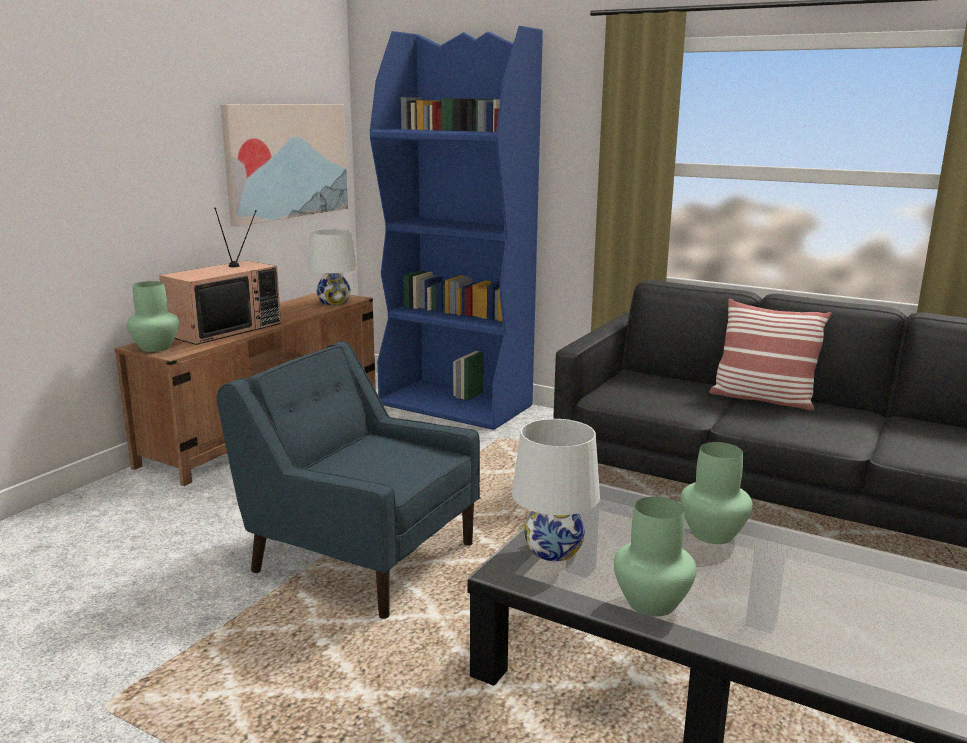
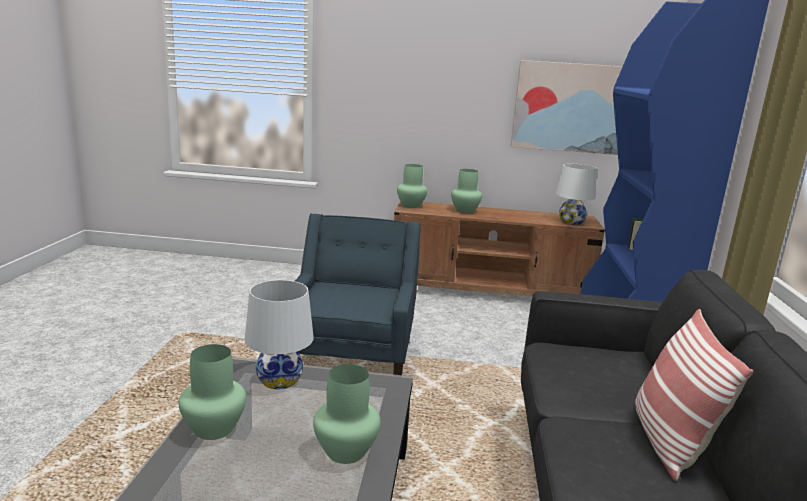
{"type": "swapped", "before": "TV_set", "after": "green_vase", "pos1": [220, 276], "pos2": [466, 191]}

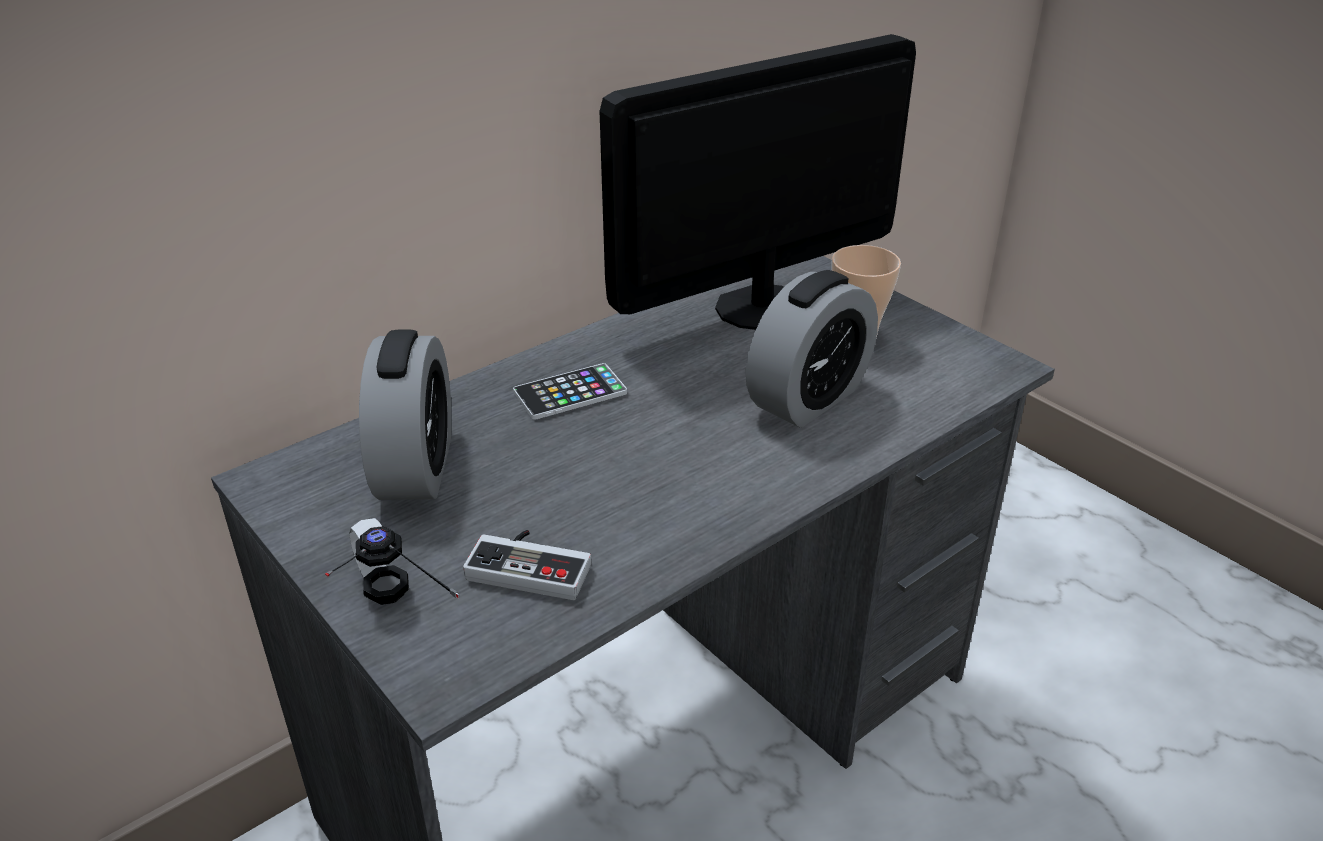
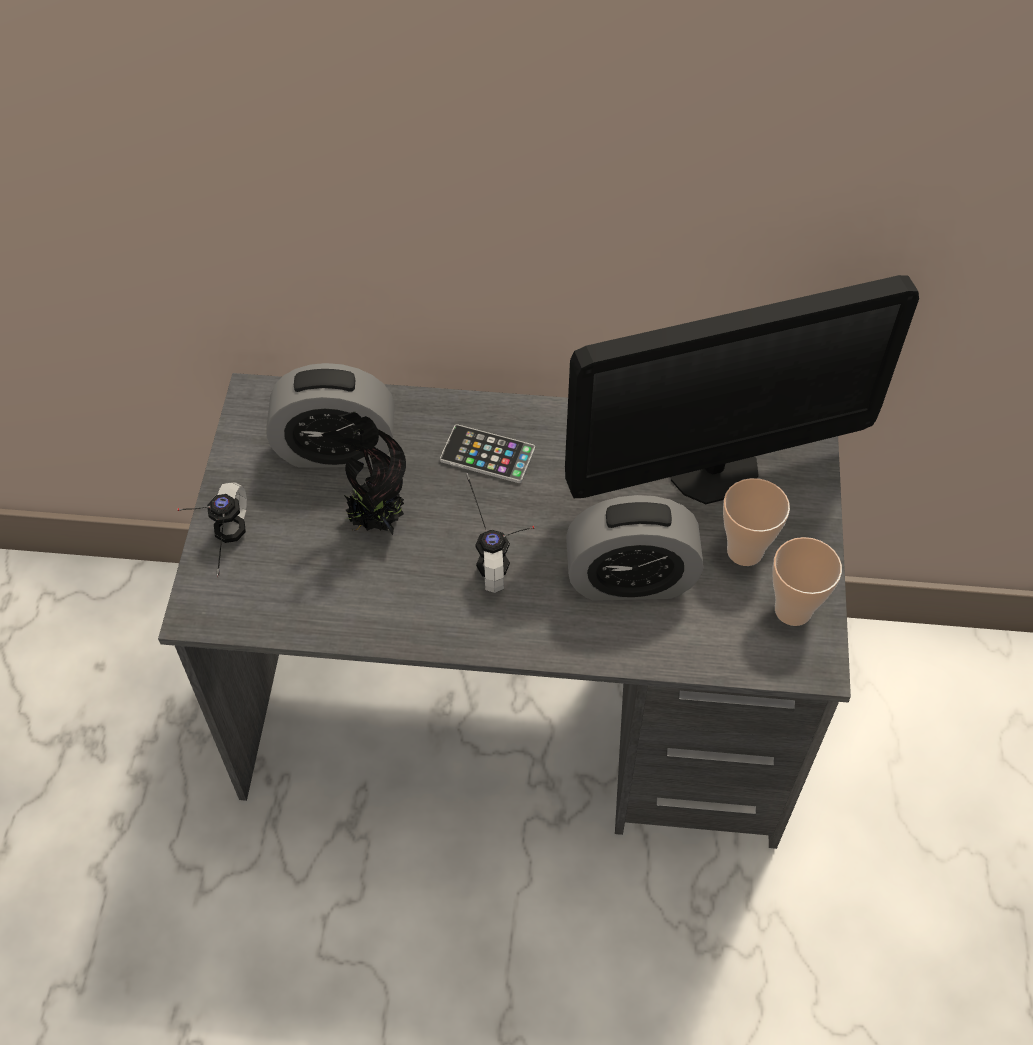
{"type": "rotated", "before": "monitor", "pos1": [757, 182], "pos2": [742, 389], "turn": 150}
{"type": "rotated", "before": "bedside_clock", "pos1": [405, 415], "pos2": [330, 415], "turn": 45}
{"type": "gone", "before": "joypad", "pos1": [527, 564]}
{"type": "new", "after": "potted_plant", "pos2": [363, 473]}
{"type": "new", "after": "pair_of_headphones", "pos2": [500, 533]}
{"type": "new", "after": "drinking_cup", "pos2": [807, 581]}

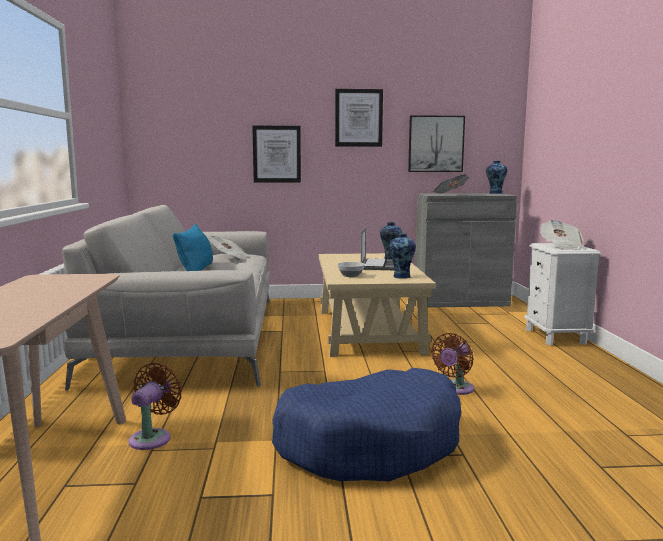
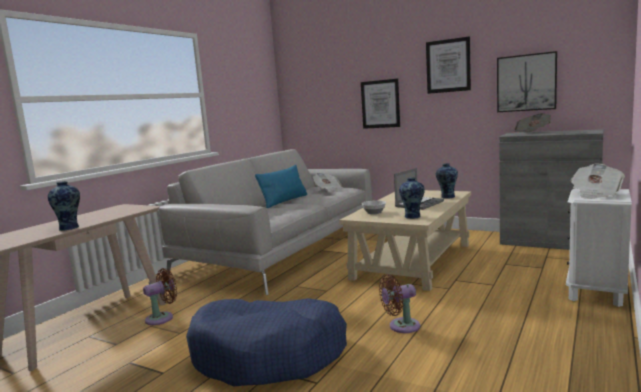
{"type": "shifted", "before": "vase", "pos1": [496, 177], "pos2": [64, 206]}

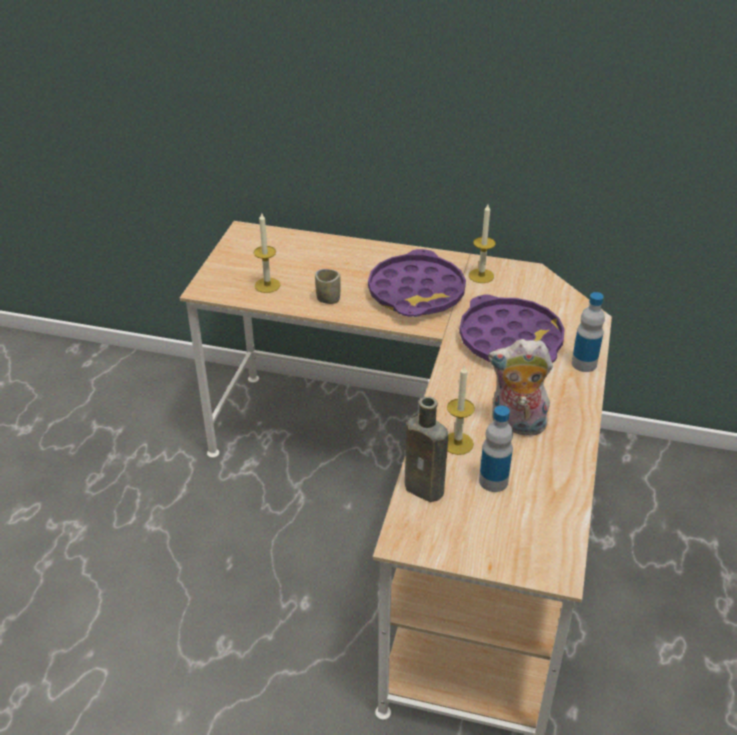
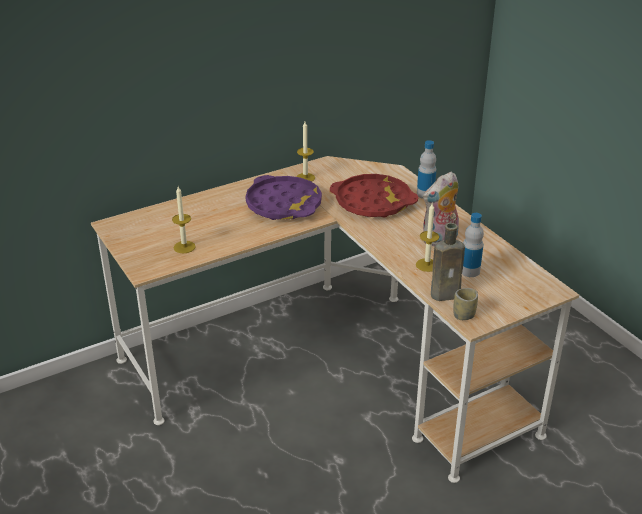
{"type": "shifted", "before": "drinking_cup", "pos1": [328, 286], "pos2": [466, 304]}
{"type": "repainted", "before": "purple-coloured_serving_tray", "after": "red_serving_tray", "pos1": [512, 329], "pos2": [374, 195]}

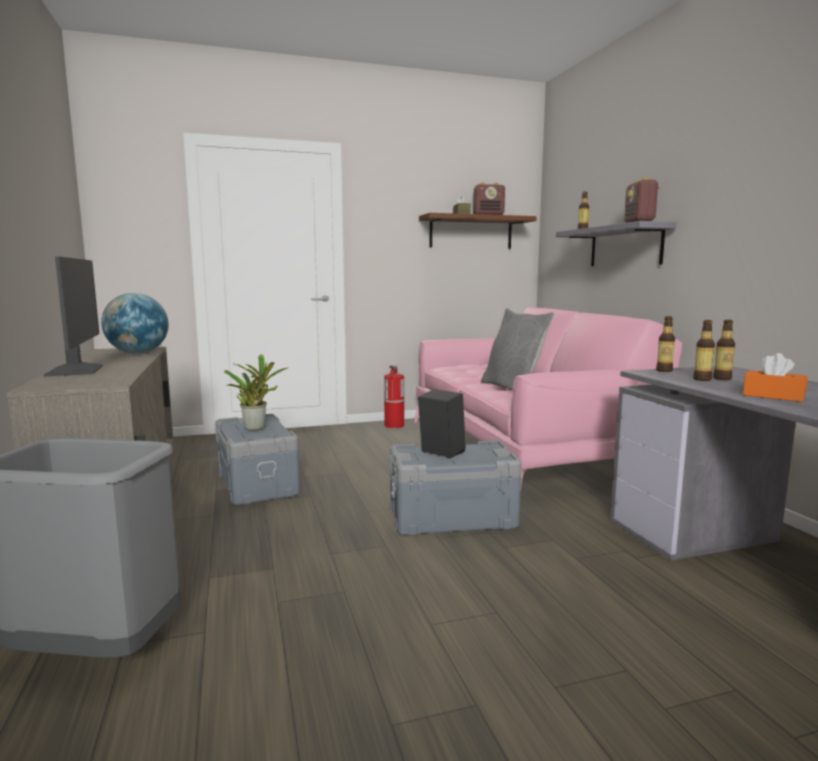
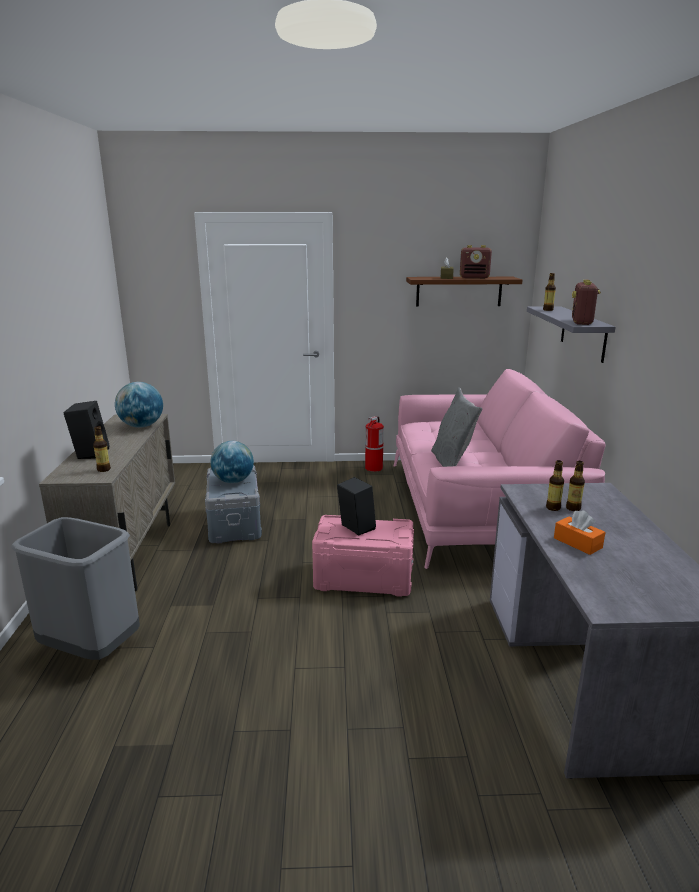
{"type": "swapped", "before": "monitor", "after": "black_loudspeaker", "pos1": [73, 316], "pos2": [86, 430]}
{"type": "shifted", "before": "drink_bottle", "pos1": [665, 344], "pos2": [102, 449]}
{"type": "swapped", "before": "potted_plant", "after": "world_globe", "pos1": [256, 392], "pos2": [232, 462]}
{"type": "repainted", "before": "greyish_storage_bin", "after": "pink-coloured_storage_bin", "pos1": [456, 488], "pos2": [363, 556]}

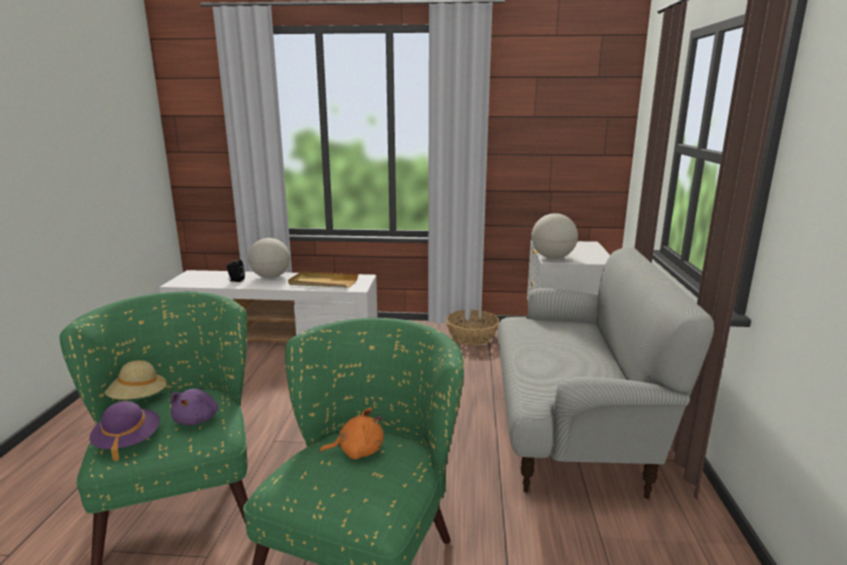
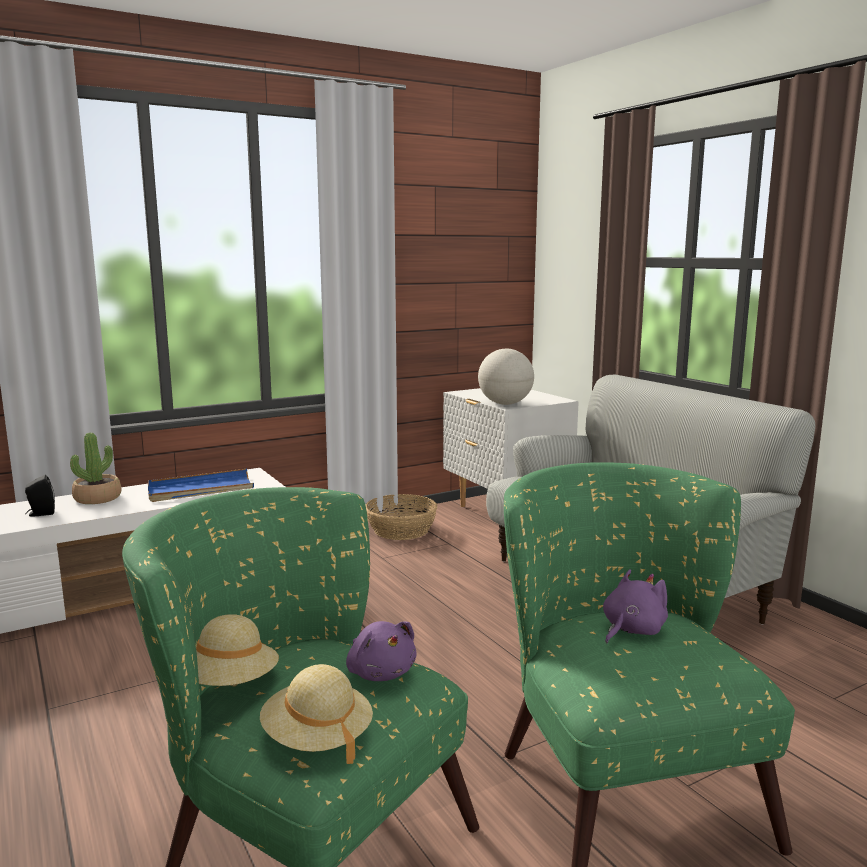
{"type": "swapped", "before": "world_globe", "after": "potted_plant", "pos1": [269, 258], "pos2": [95, 468]}
{"type": "repainted", "before": "sand-coloured_serving_tray", "after": "blue-coloured_serving_tray", "pos1": [323, 279], "pos2": [201, 485]}
{"type": "repainted", "before": "purple-coloured_hat", "after": "sand-coloured_hat", "pos1": [125, 431], "pos2": [316, 714]}
{"type": "repainted", "before": "orangey_plush_toy", "after": "purple-coloured_plush_toy", "pos1": [351, 433], "pos2": [635, 606]}

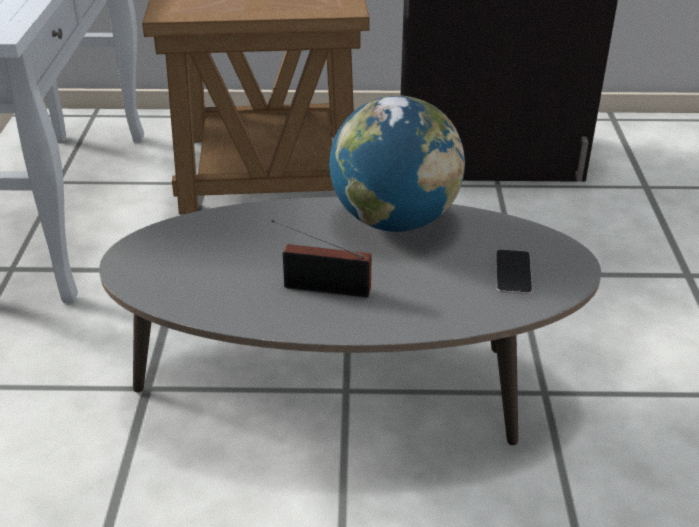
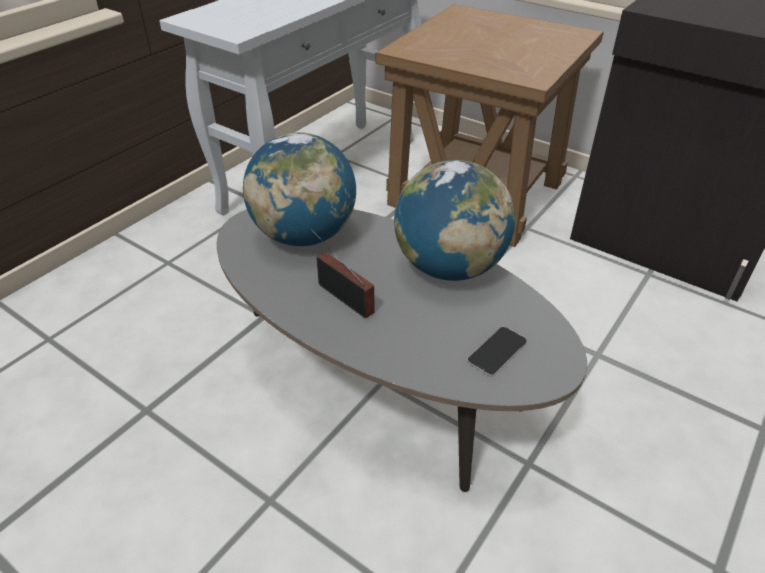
{"type": "new", "after": "world_globe", "pos2": [299, 189]}

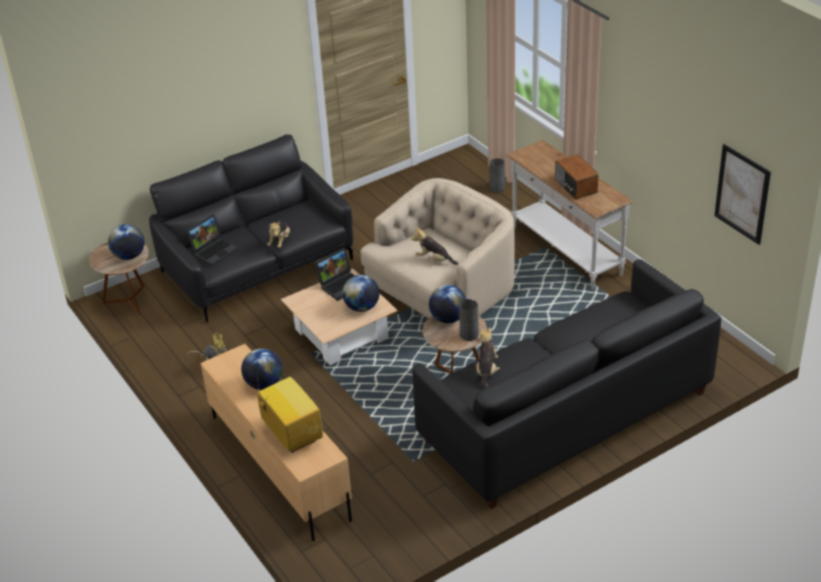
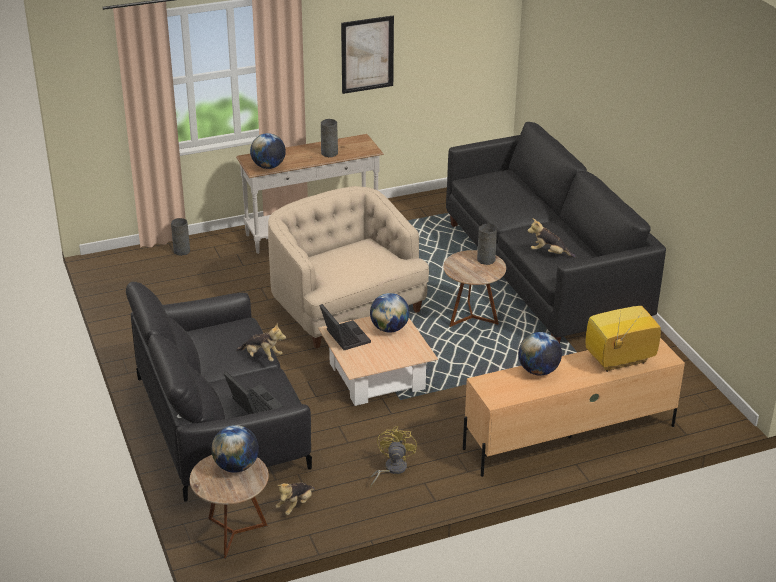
{"type": "shifted", "before": "picture", "pos1": [742, 194], "pos2": [367, 55]}
{"type": "swapped", "before": "radio", "after": "greyish_vase", "pos1": [576, 177], "pos2": [329, 138]}
{"type": "shifted", "before": "plush_toy", "pos1": [434, 246], "pos2": [295, 498]}
{"type": "shifted", "before": "world_globe", "pos1": [448, 304], "pos2": [268, 151]}

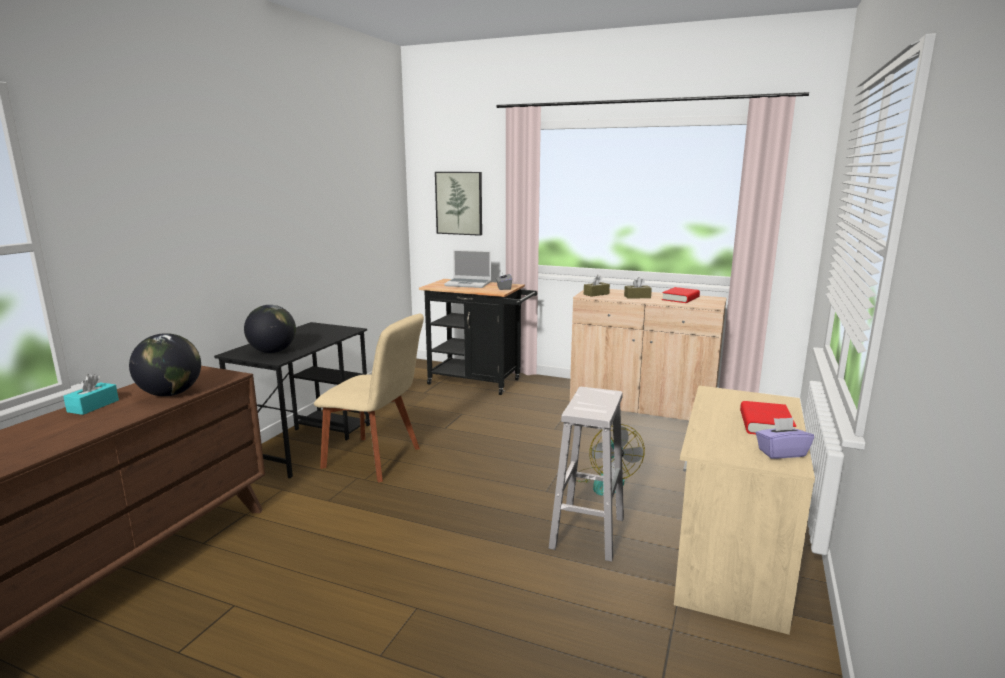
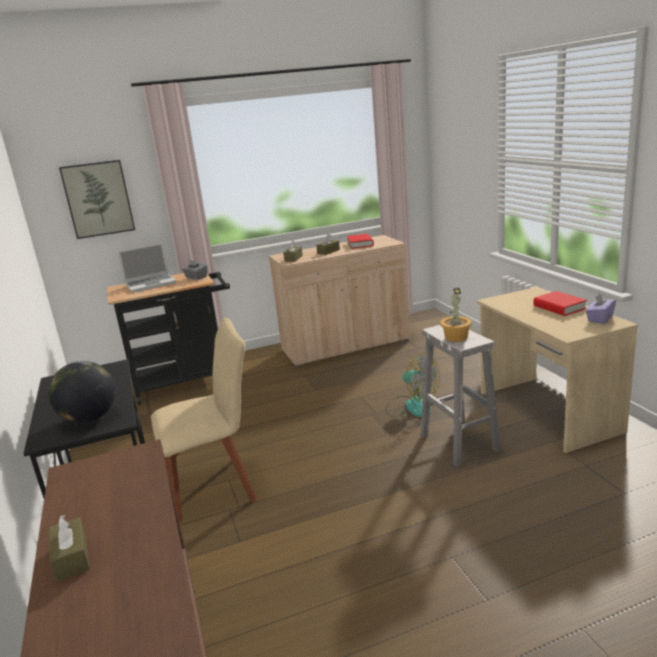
{"type": "gone", "before": "world_globe", "pos1": [165, 364]}
{"type": "repainted", "before": "turquoise-coloured_tissue_box", "after": "brown_tissue_box", "pos1": [91, 394], "pos2": [69, 548]}
{"type": "new", "after": "potted_plant", "pos2": [456, 315]}

